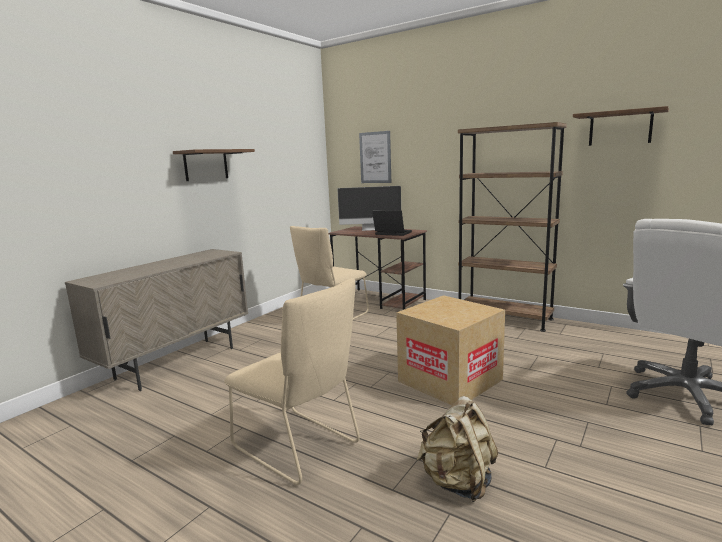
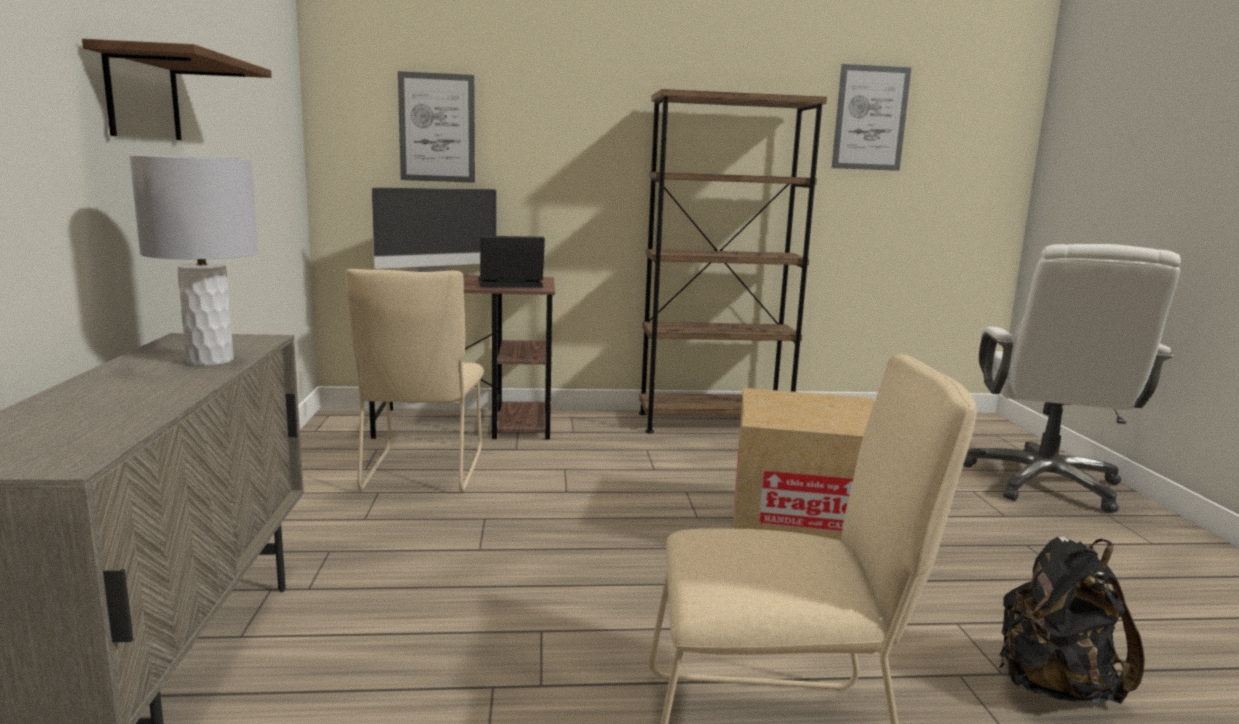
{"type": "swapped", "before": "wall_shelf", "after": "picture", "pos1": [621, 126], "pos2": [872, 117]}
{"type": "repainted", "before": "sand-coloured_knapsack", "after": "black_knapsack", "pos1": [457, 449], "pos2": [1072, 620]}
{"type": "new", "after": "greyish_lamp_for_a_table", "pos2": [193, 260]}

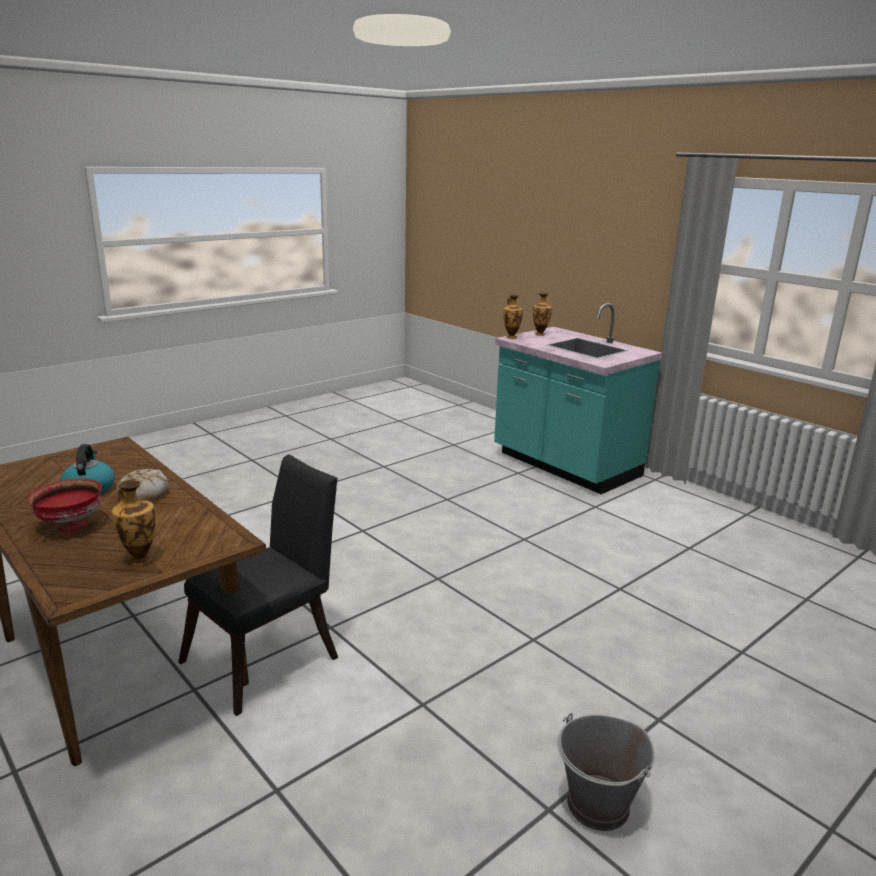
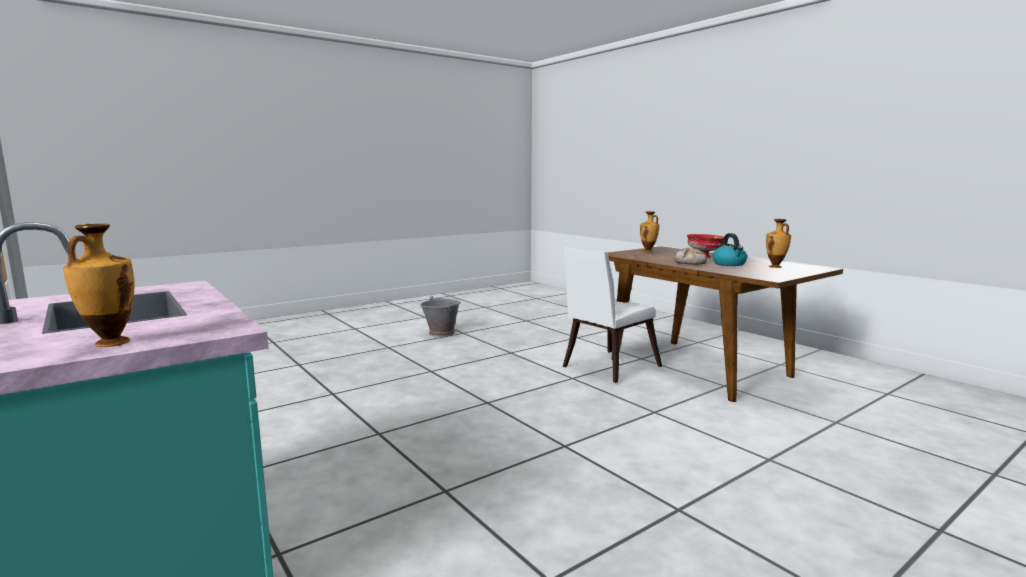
{"type": "shifted", "before": "vase", "pos1": [513, 317], "pos2": [778, 243]}
{"type": "repainted", "before": "black_upright_chair", "after": "white-coloured_upright_chair", "pos1": [258, 585], "pos2": [612, 315]}

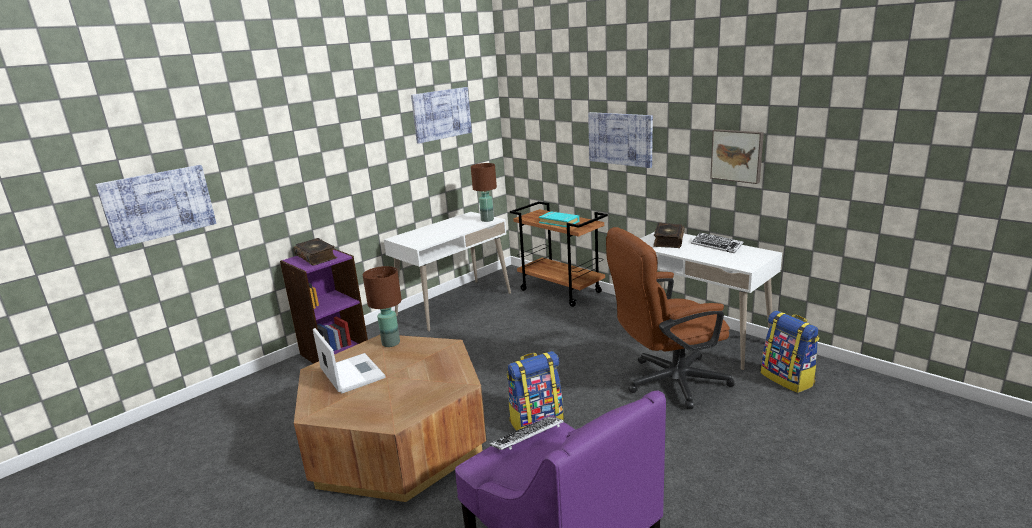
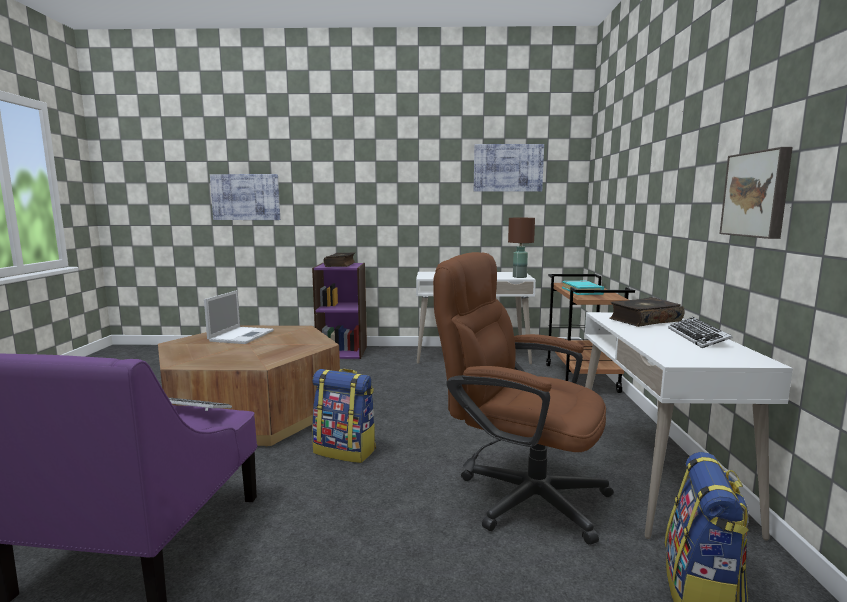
{"type": "gone", "before": "picture", "pos1": [620, 140]}
{"type": "gone", "before": "brown_lamp_for_a_table", "pos1": [382, 306]}

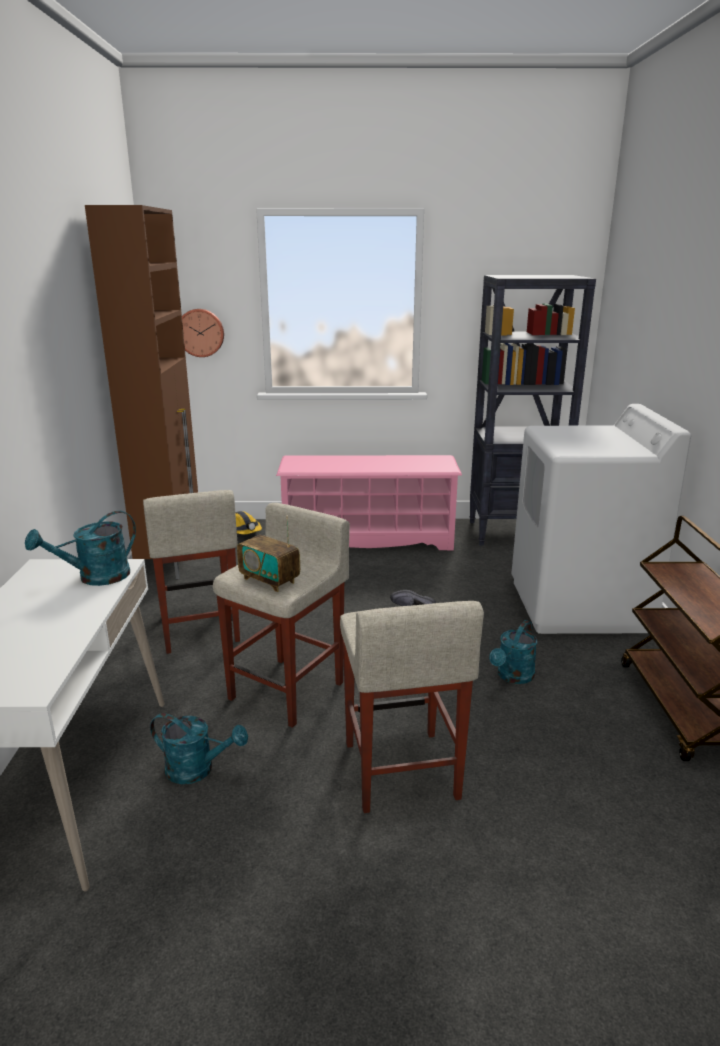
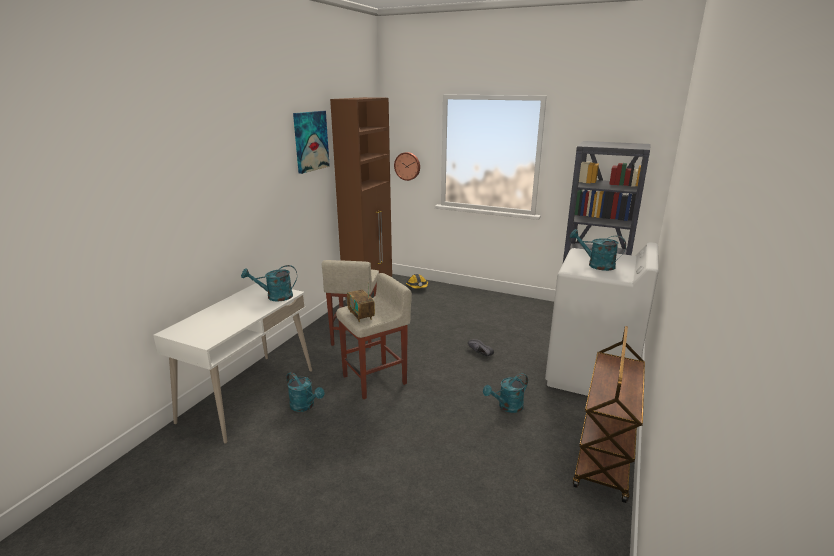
{"type": "gone", "before": "pink-coloured_shoe_stand", "pos1": [369, 502]}
{"type": "gone", "before": "sand-coloured_stool_seat", "pos1": [412, 707]}
{"type": "new", "after": "picture", "pos2": [311, 142]}
{"type": "new", "after": "turquoise-coloured_sprinkling_can", "pos2": [598, 250]}

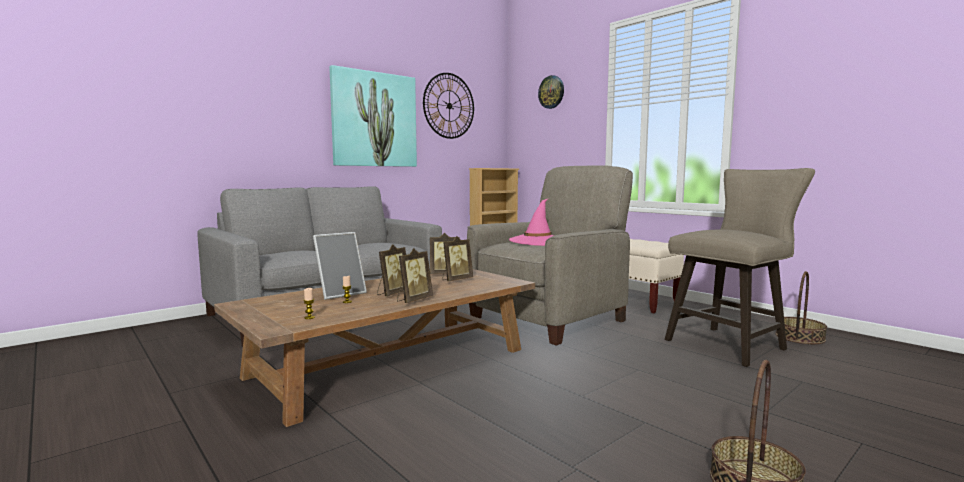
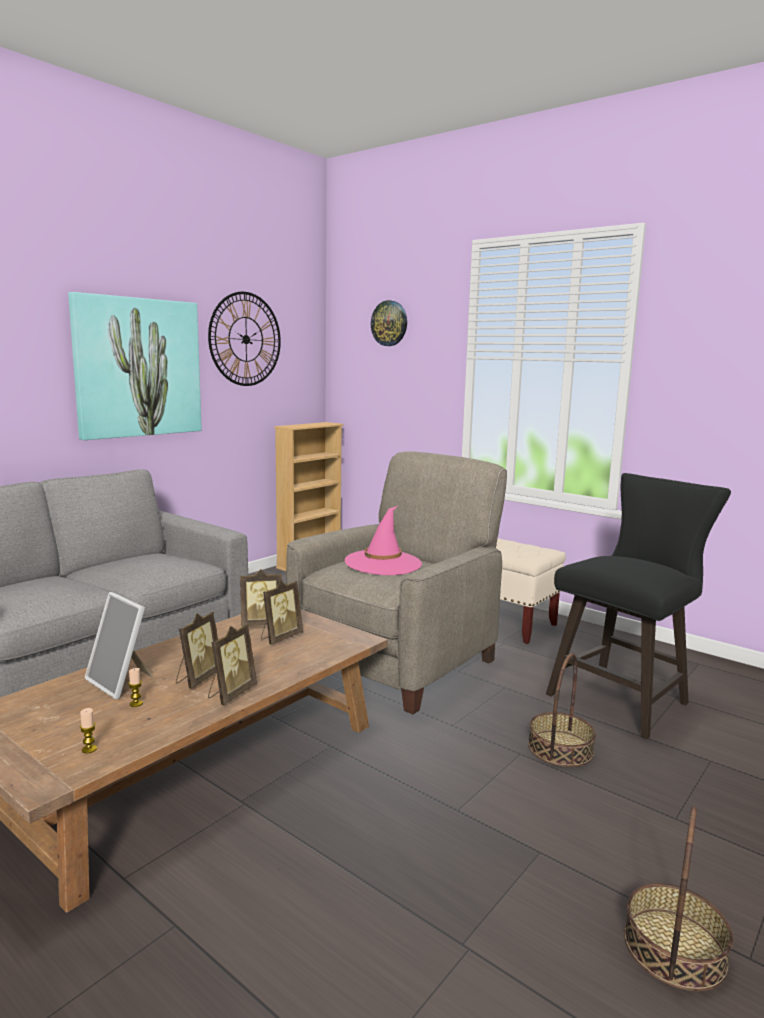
{"type": "repainted", "before": "sand-coloured_stool_seat", "after": "black_stool_seat", "pos1": [740, 267], "pos2": [638, 606]}
{"type": "rotated", "before": "picture_frame", "pos1": [340, 266], "pos2": [119, 645], "turn": 90}
{"type": "shifted", "before": "household_basket", "pos1": [801, 307], "pos2": [562, 710]}

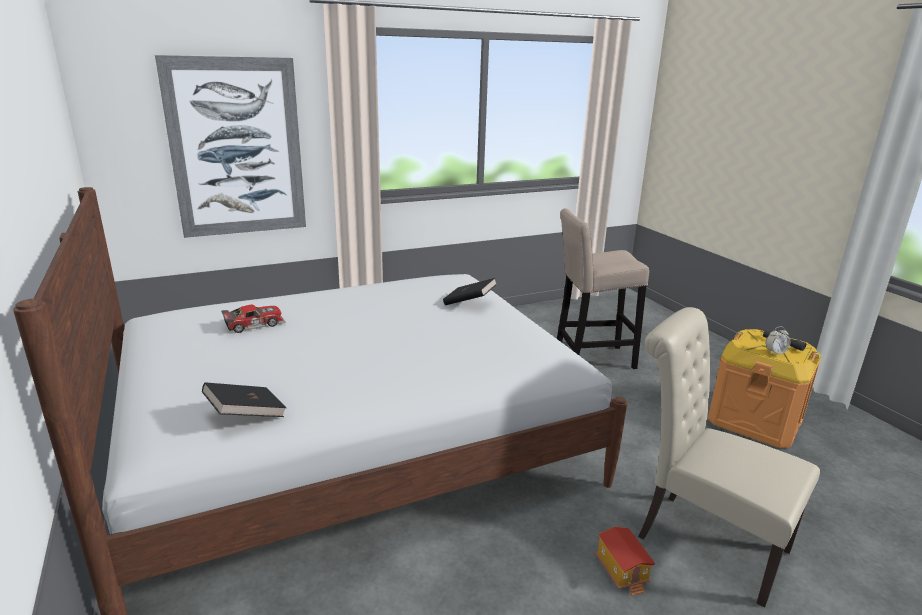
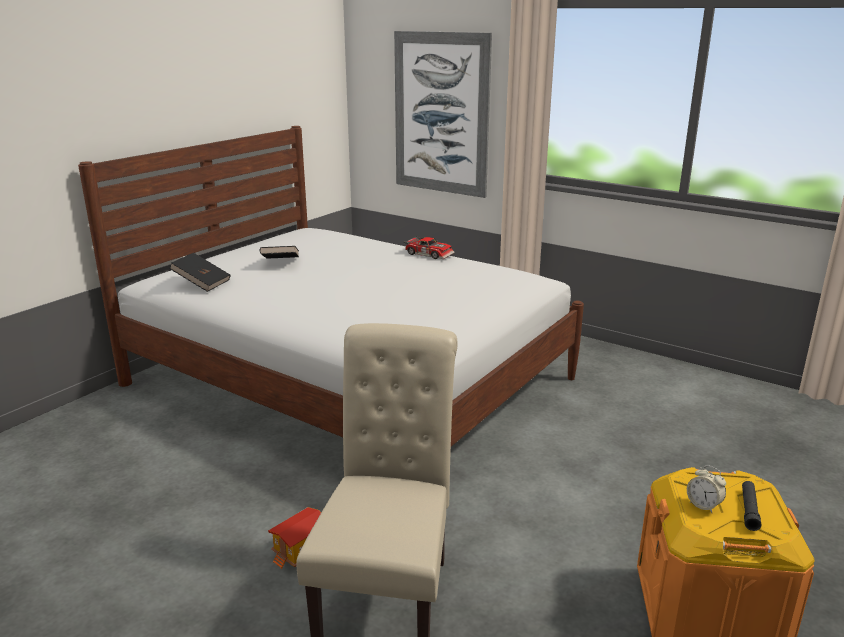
{"type": "gone", "before": "sand-coloured_stool_seat", "pos1": [603, 288]}
{"type": "shifted", "before": "black_volume", "pos1": [470, 291], "pos2": [279, 252]}
{"type": "shifted", "before": "toy_car", "pos1": [253, 318], "pos2": [429, 247]}

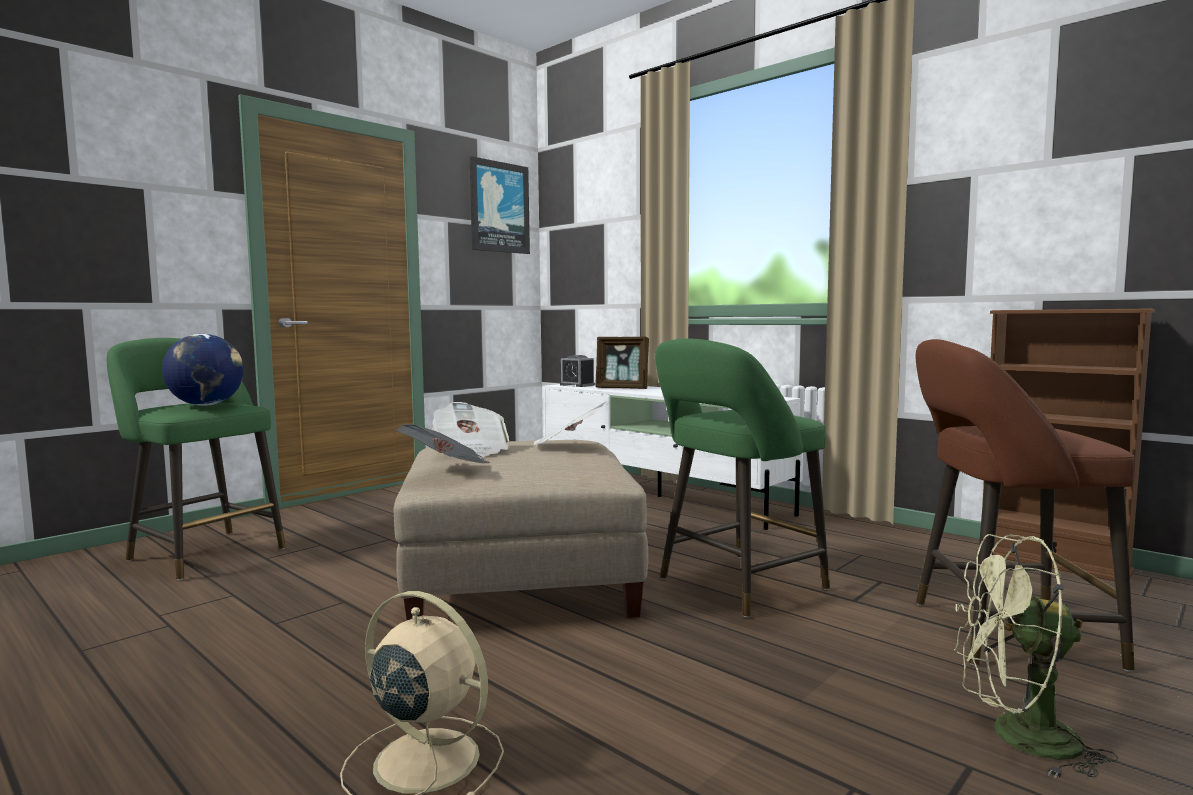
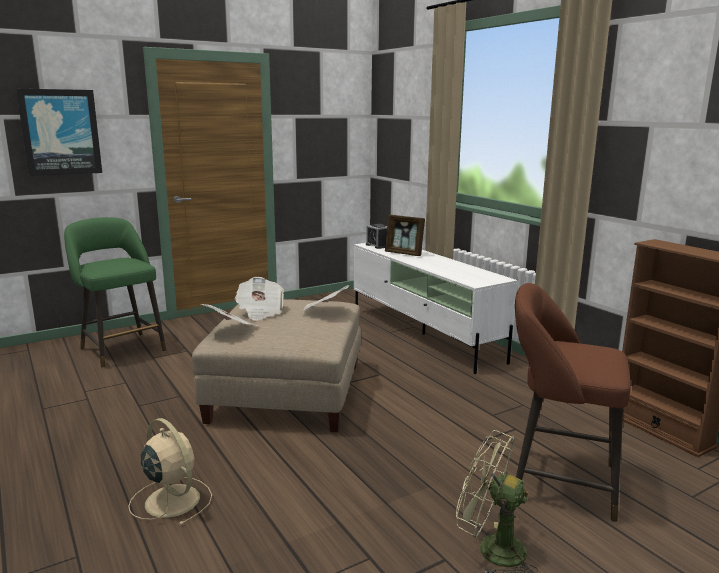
{"type": "shifted", "before": "picture", "pos1": [500, 205], "pos2": [59, 132]}
{"type": "gone", "before": "world_globe", "pos1": [203, 370]}
{"type": "gone", "before": "green_stool_seat", "pos1": [742, 478]}

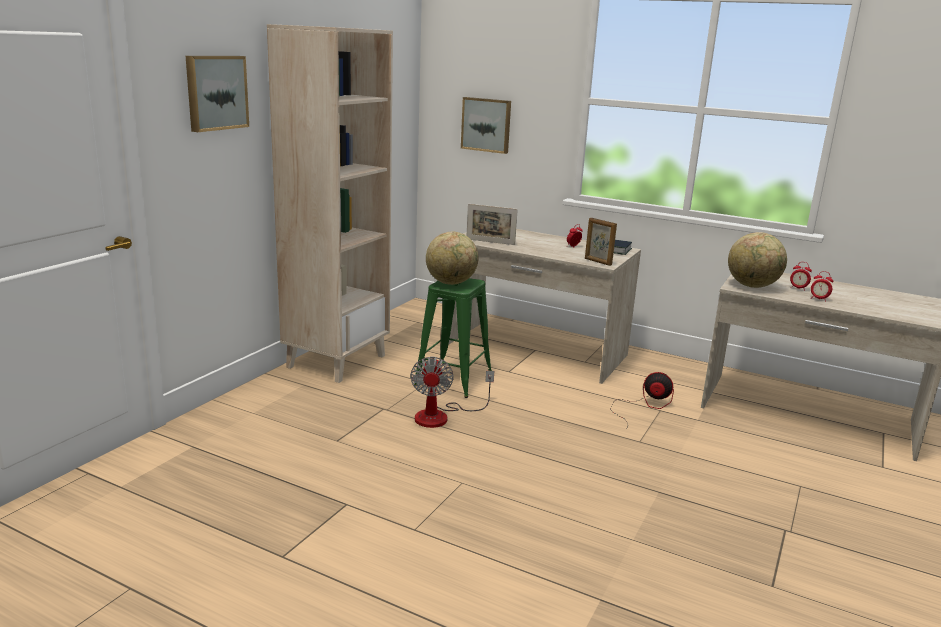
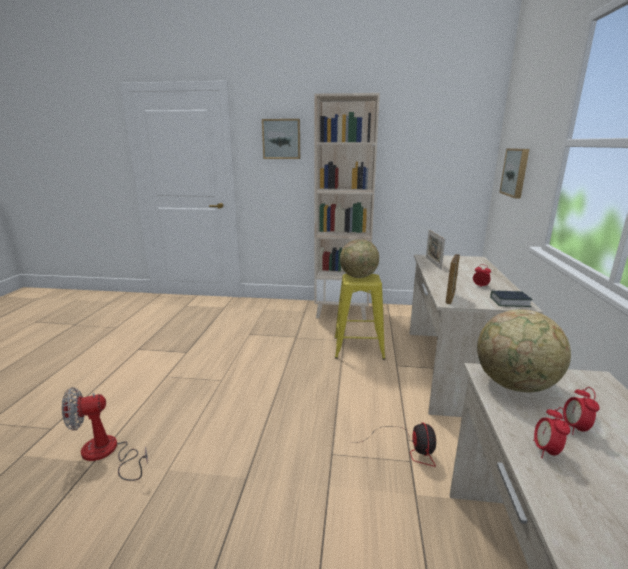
{"type": "repainted", "before": "green_stool_seat", "after": "yellowish_stool_seat", "pos1": [452, 338], "pos2": [359, 317]}
{"type": "shifted", "before": "cooling_fan", "pos1": [452, 392], "pos2": [105, 434]}

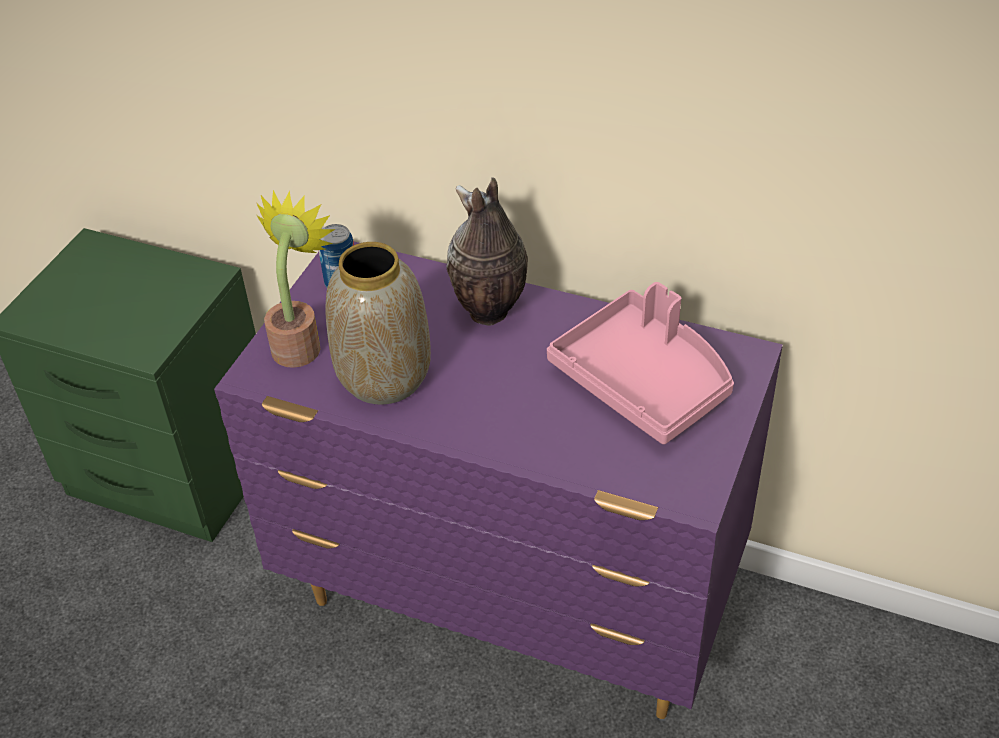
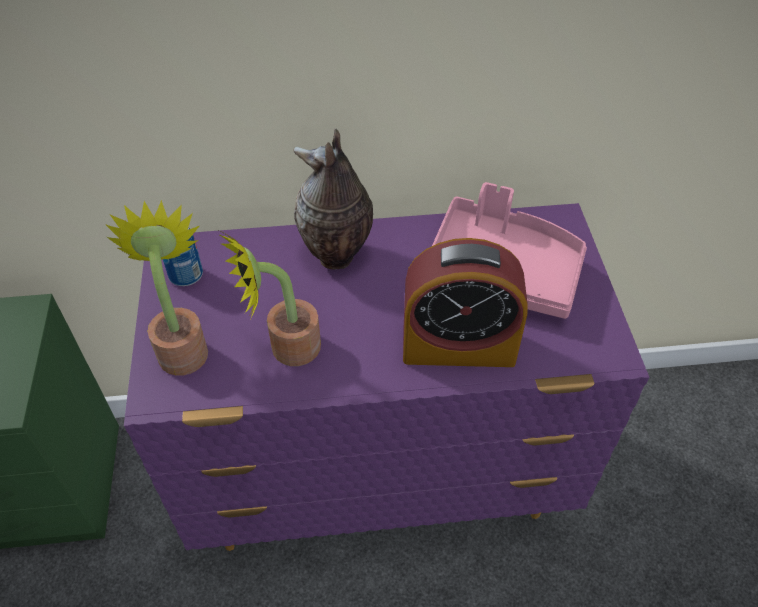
{"type": "swapped", "before": "vase", "after": "potted_plant", "pos1": [378, 323], "pos2": [269, 299]}
{"type": "new", "after": "bedside_clock", "pos2": [465, 302]}

